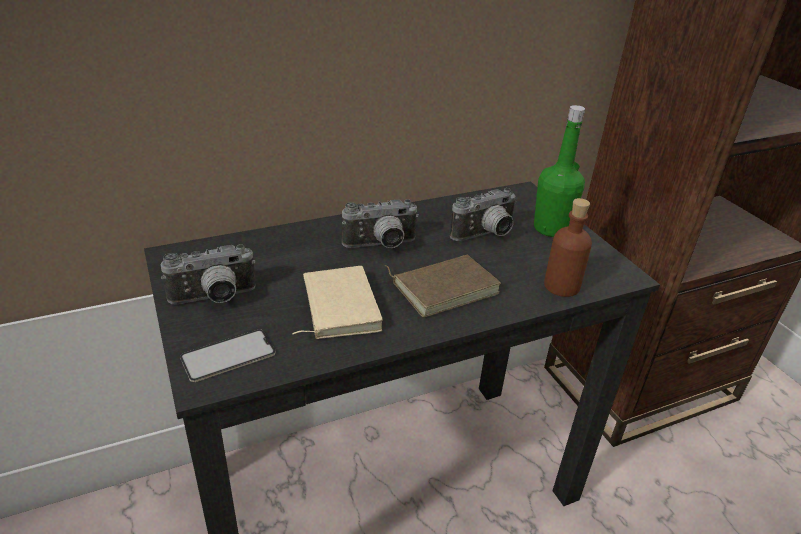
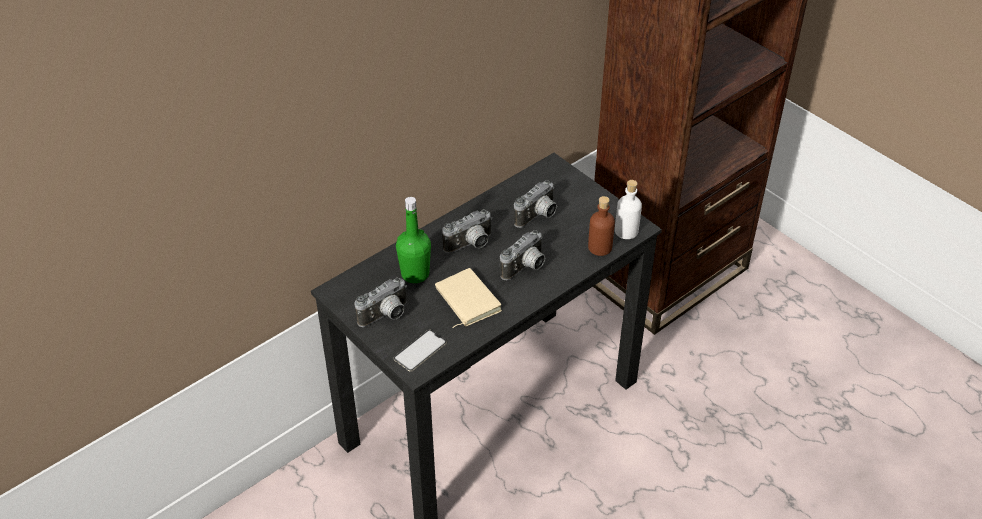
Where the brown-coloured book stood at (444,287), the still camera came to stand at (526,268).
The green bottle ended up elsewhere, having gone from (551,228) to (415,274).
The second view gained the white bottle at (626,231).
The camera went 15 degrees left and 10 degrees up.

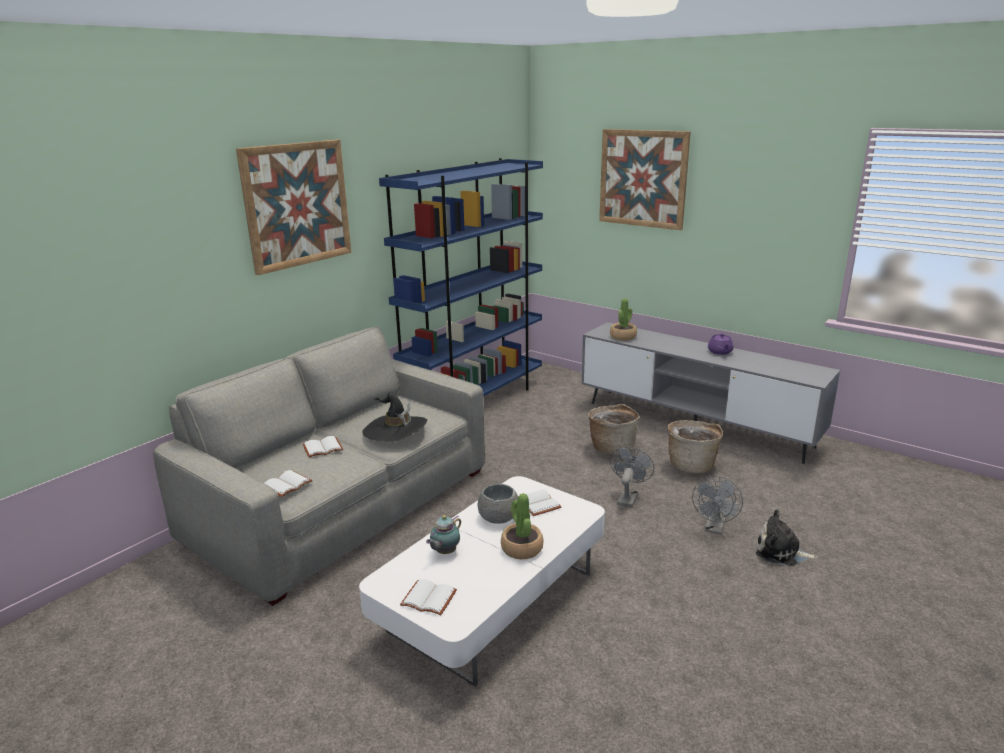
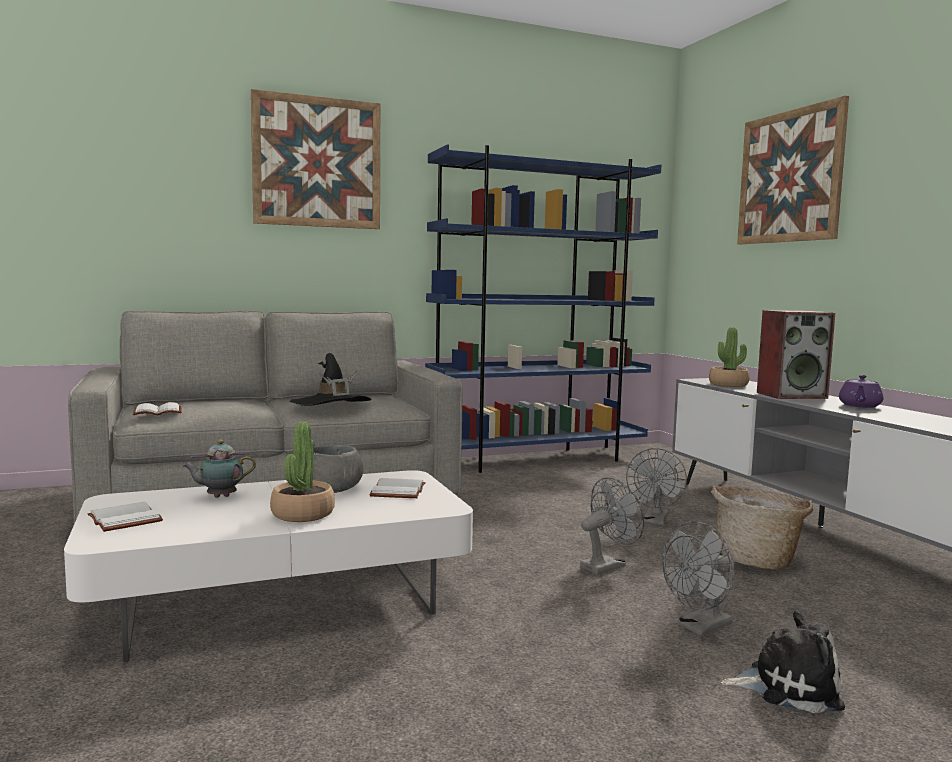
The second view lost the white book at (322,449).
Where the basket stood at (612,447), the grey cooling fan came to stand at (655,521).
The soft toy at (780,552) ended up facing another way, 135 degrees clockwise from before.
The second view gained the audio speaker at (791,395).
The camera went 30 degrees right and 15 degrees down.

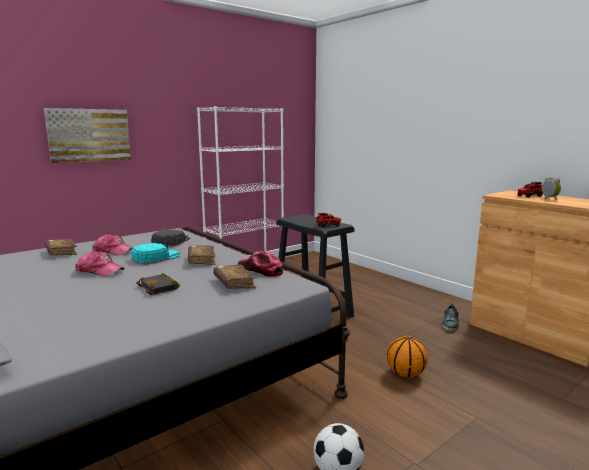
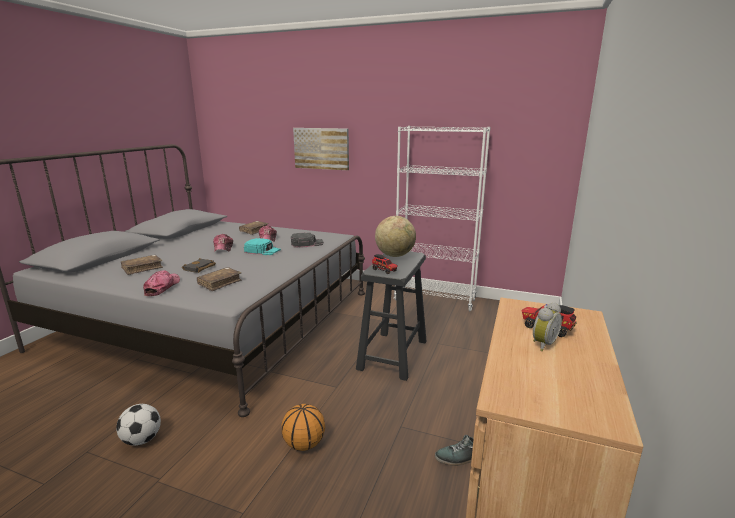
The brown-coloured book ended up elsewhere, having gone from (201,260) to (142,268).
The baseball cap ended up elsewhere, having gone from (260,270) to (162,287).
The second view gained the globe at (395,255).
The camera went 60 degrees right and 5 degrees up.

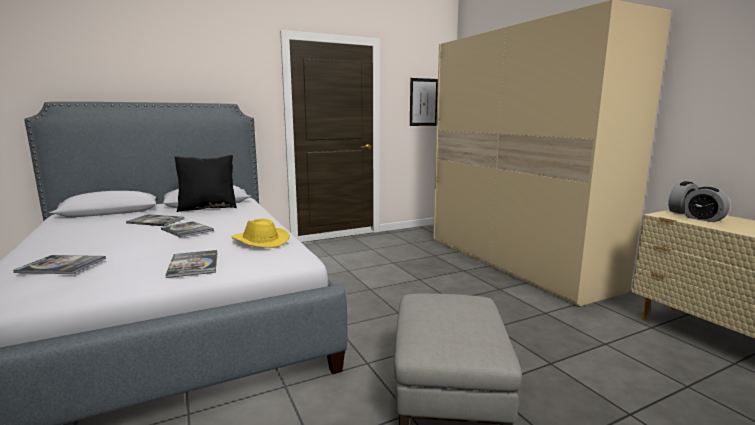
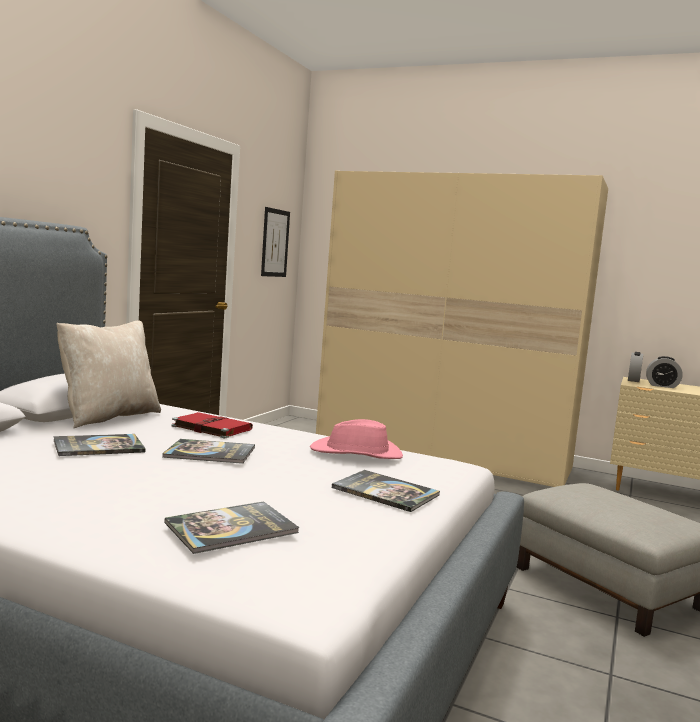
What was the black-coloured throw pillow at (208,208) turned into the beige-coloured throw pillow at (108,417).
What was the yellowish wearable hat at (259,241) turned into the pink wearable hat at (357,453).
The second view gained the red book at (210,428).
The camera went 40 degrees left and 5 degrees down.

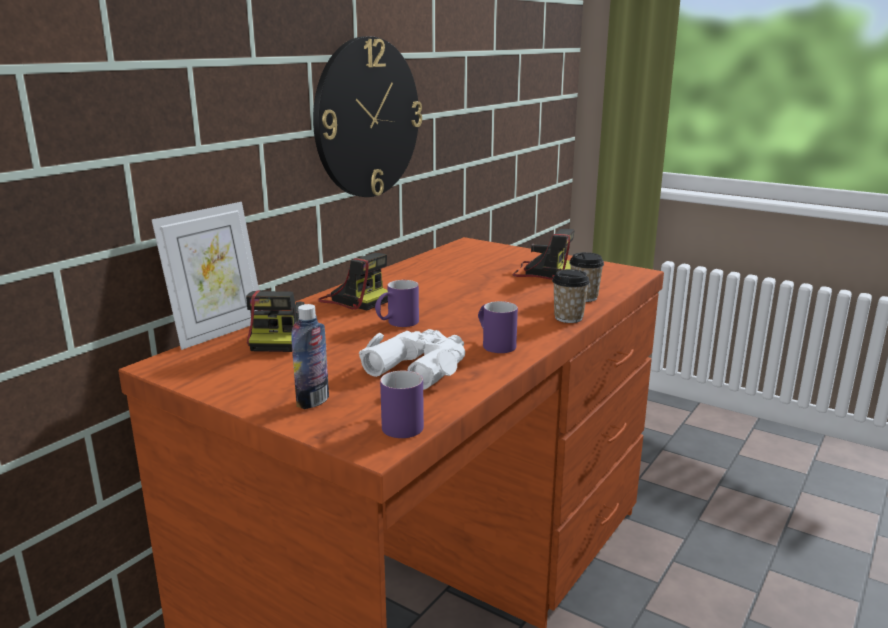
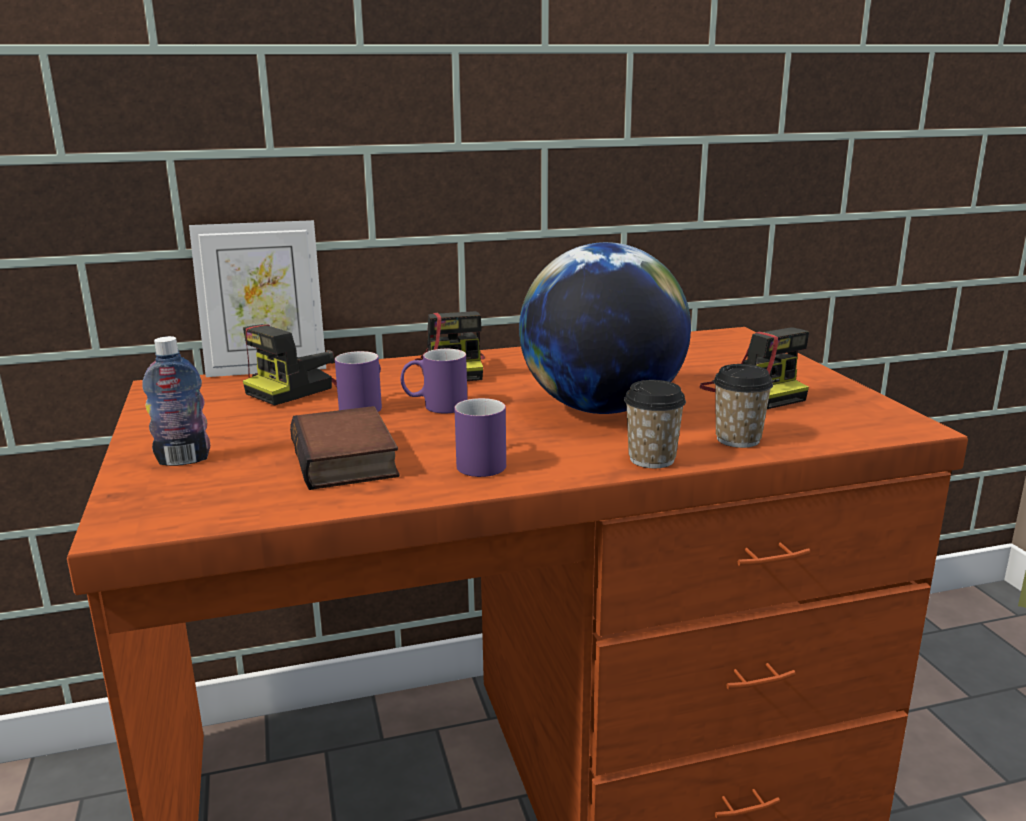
The second view lost the wall clock at (367,118).
Where the white pair of binoculars stood at (419,366), the book came to stand at (348,460).
The purple coffee mug ended up elsewhere, having gone from (398,423) to (365,405).
The second view gained the globe at (601,408).
The camera went 40 degrees right and 0 degrees up.

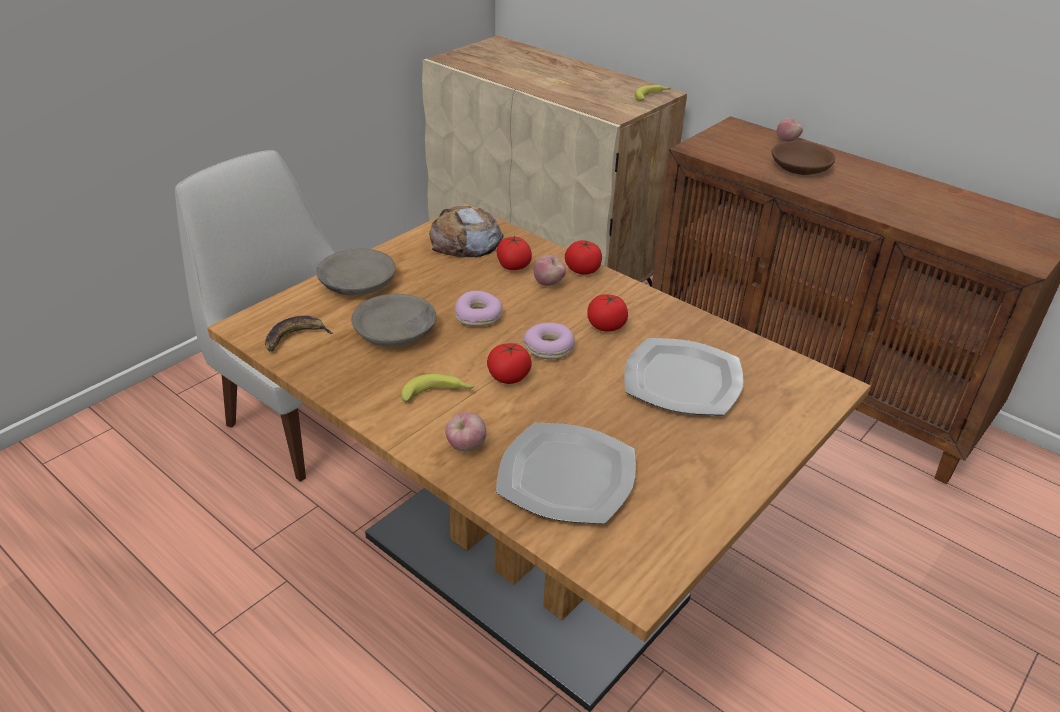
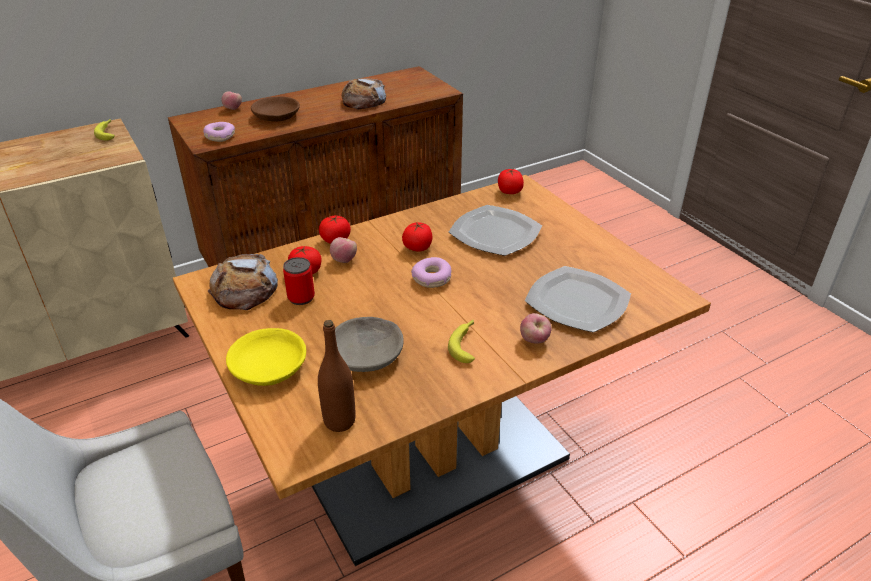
Where the banana fruit stood at (295,338), the brown-coloured bottle came to stand at (339,421).
What was the grey serving bowl at (356,283) turned into the yellowish serving bowl at (268,368).
The doughnut ended up elsewhere, having gone from (478,316) to (220,136).
The tomato ended up elsewhere, having gone from (509,377) to (509,191).
The second view gained the sealed can at (301,297).
The second view gained the bakery bread at (363,100).
The camera went 70 degrees left and 0 degrees up.

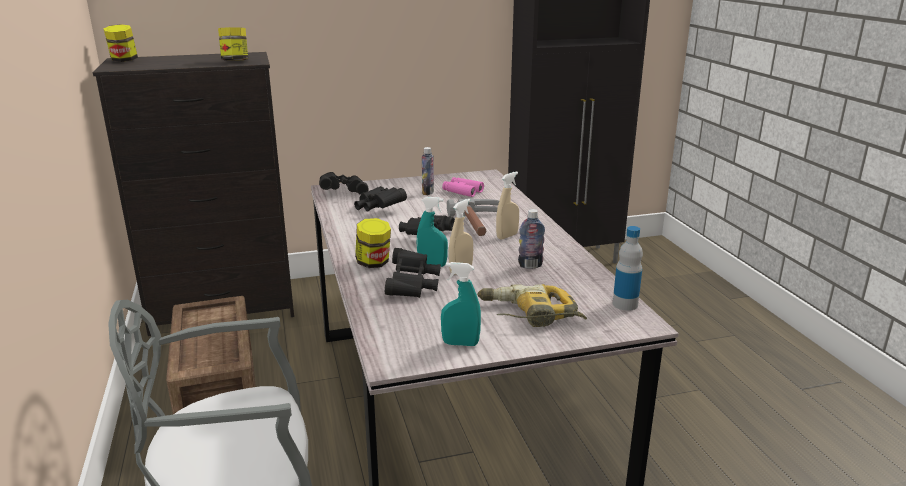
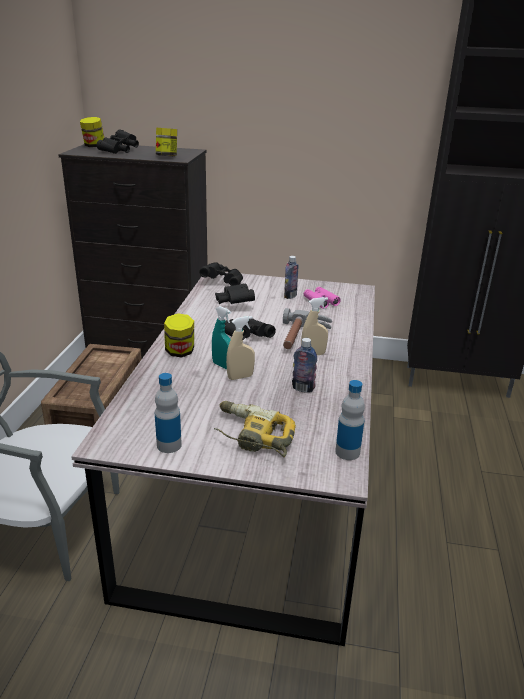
The black-coloured pair of binoculars ended up elsewhere, having gone from (412,286) to (120,151).
Where the turquoise-coloured sprayer stood at (460,343), the bottle came to stand at (169,445).
The camera went 25 degrees right and 5 degrees up.

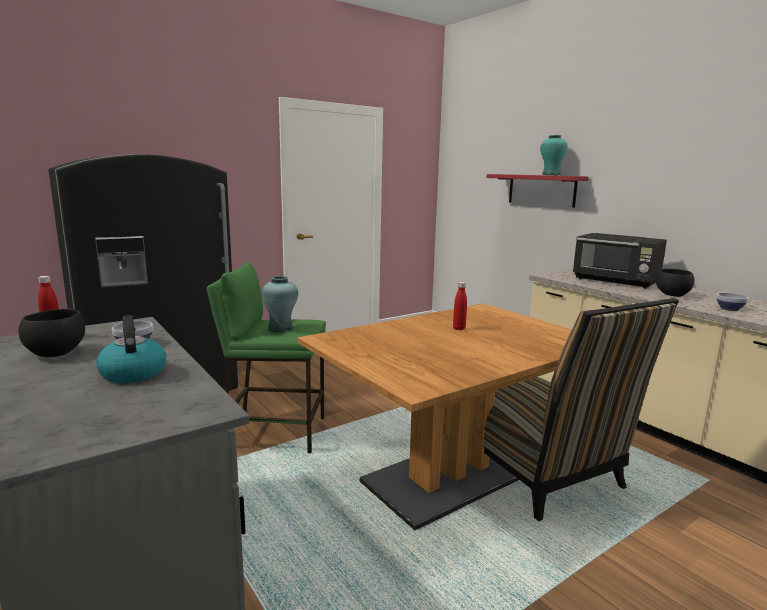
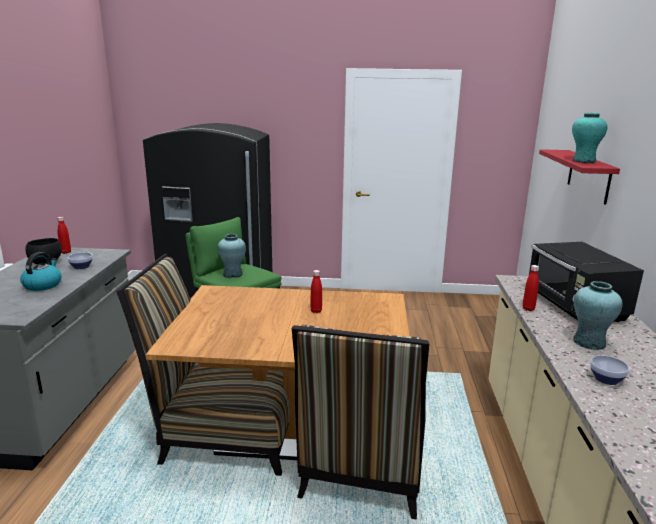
Where the black-coloured serving bowl stood at (673,295), the turquoise-coloured flower vase came to stand at (589,342).
The second view gained the upright chair at (223,433).
The second view gained the red bottle at (528,308).
The camera went 40 degrees right and 5 degrees up.

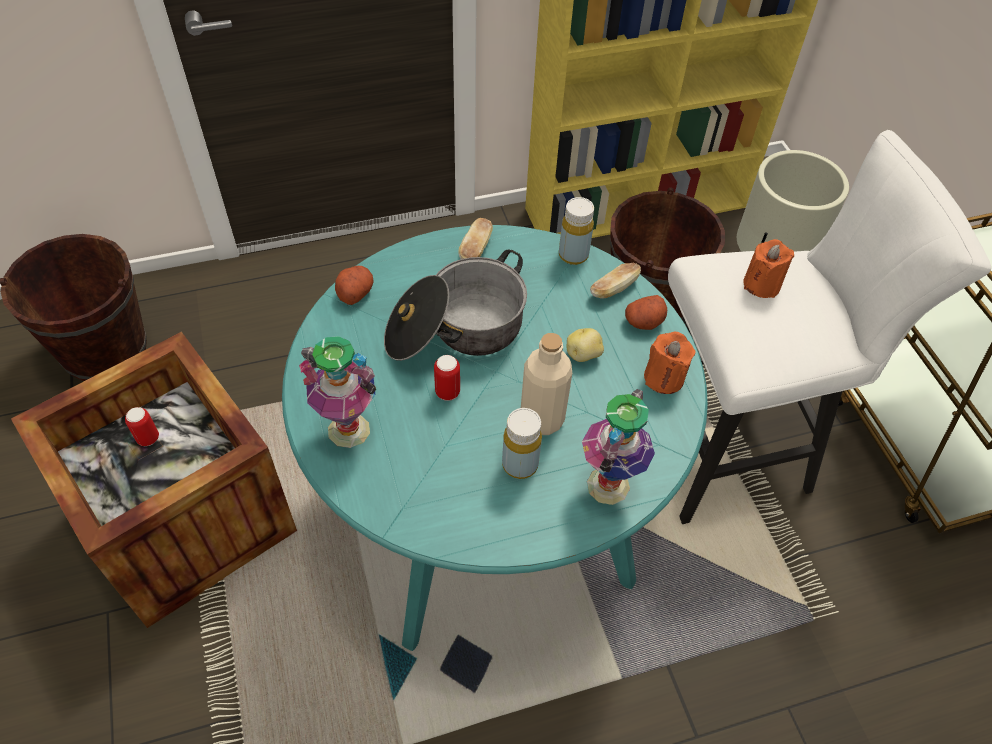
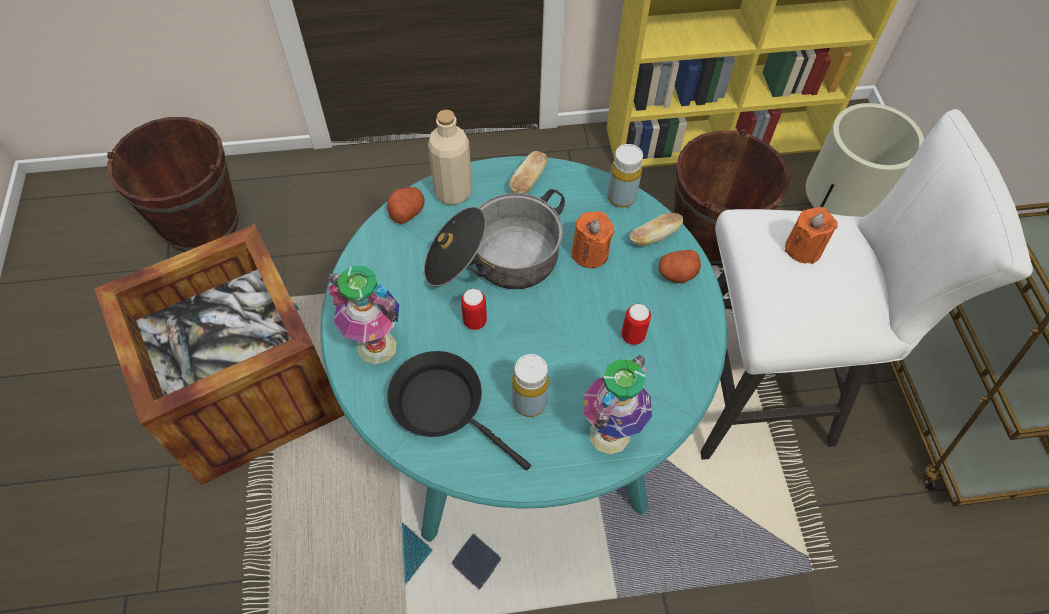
The sealed can ended up elsewhere, having gone from (148,438) to (633,336).
The beige-coloured bottle ended up elsewhere, having gone from (542,419) to (453,192).
The second view lost the potato at (584,355).
The orange-coloured wax light ended up elsewhere, having gone from (664,378) to (590,253).
The second view gained the black-coloured skillet at (444,406).
The camera went 10 degrees right and 5 degrees up.

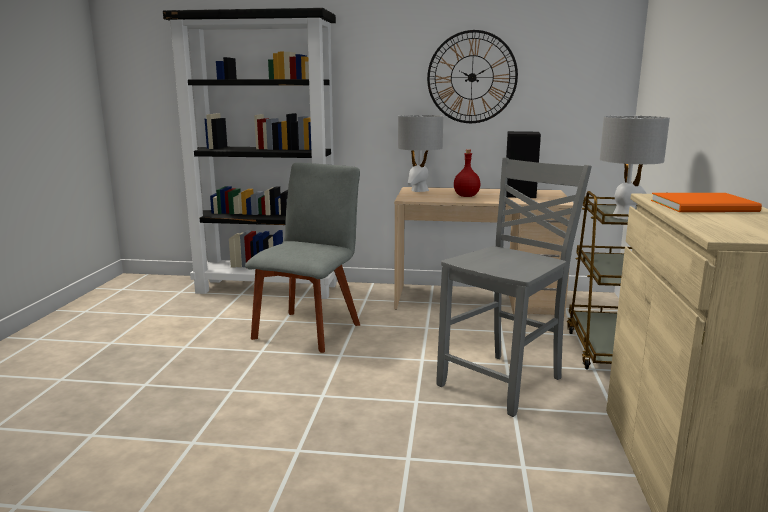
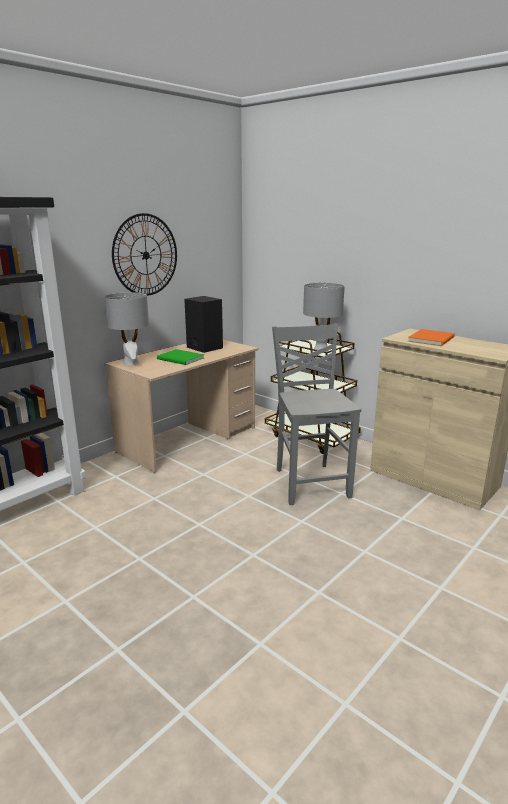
The second view lost the grey upright chair at (309,329).
Where the red bottle stood at (466,196), the green book came to stand at (181,359).
The camera went 55 degrees left and 5 degrees up.

